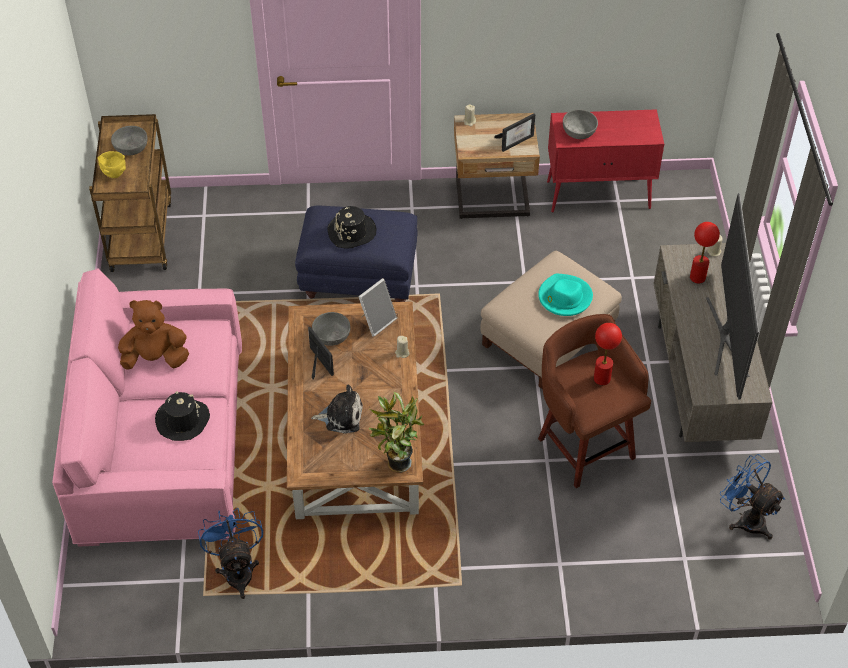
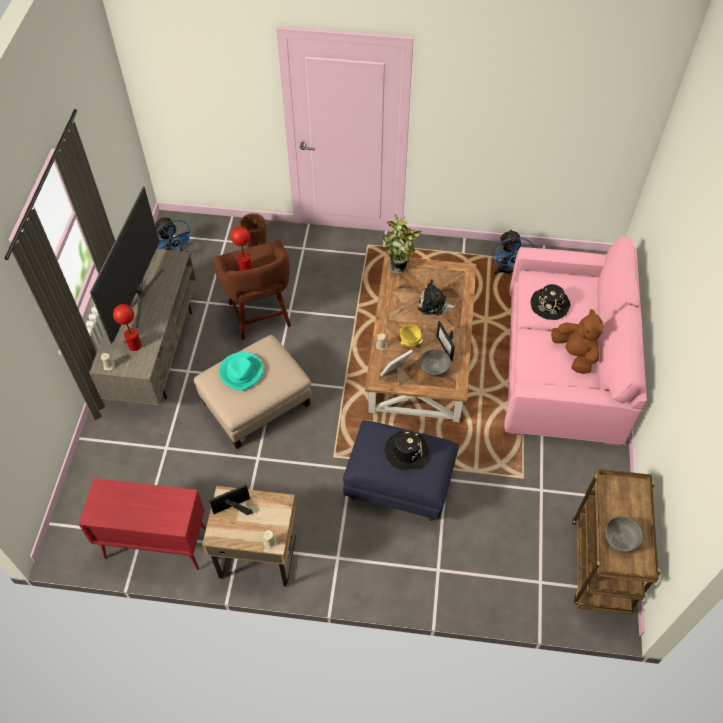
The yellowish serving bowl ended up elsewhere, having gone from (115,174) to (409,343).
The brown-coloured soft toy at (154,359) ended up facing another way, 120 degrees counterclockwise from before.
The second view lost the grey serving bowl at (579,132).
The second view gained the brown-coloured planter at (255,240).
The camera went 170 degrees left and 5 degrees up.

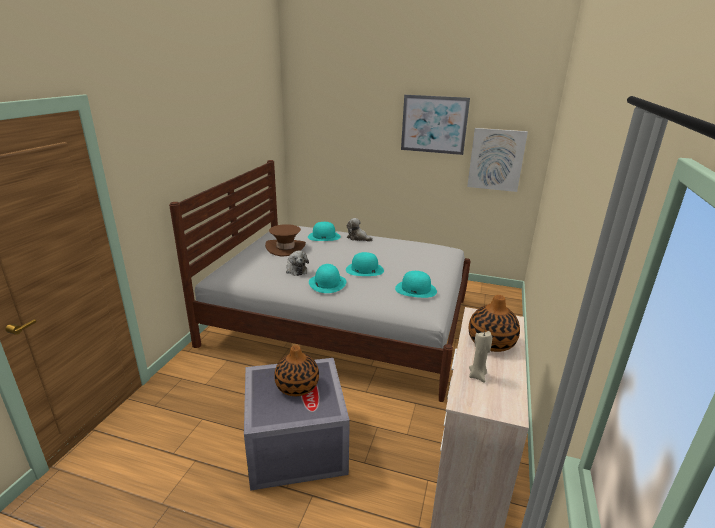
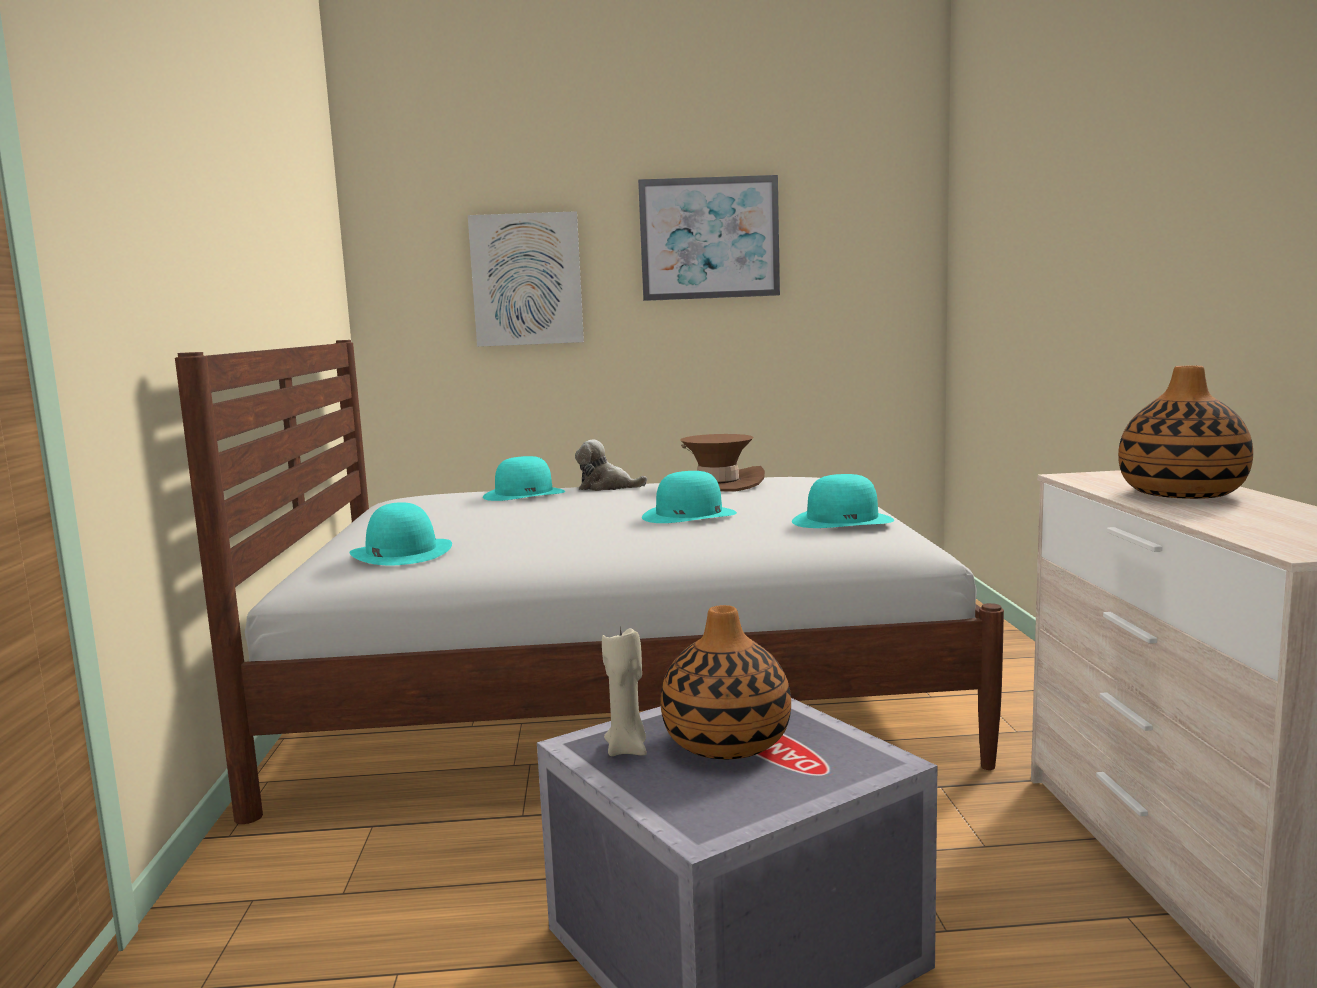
The brown-coloured wearable hat ended up elsewhere, having gone from (285,248) to (718,484).
The second view lost the soft toy at (295,270).
The turquoise-coloured wearable hat ended up elsewhere, having gone from (327,283) to (401,552).
The wall picture ended up elsewhere, having gone from (496,159) to (527,279).
The beige-coloured wax light ended up elsewhere, having gone from (477,375) to (627,749).
The camera went 20 degrees left and 15 degrees down.

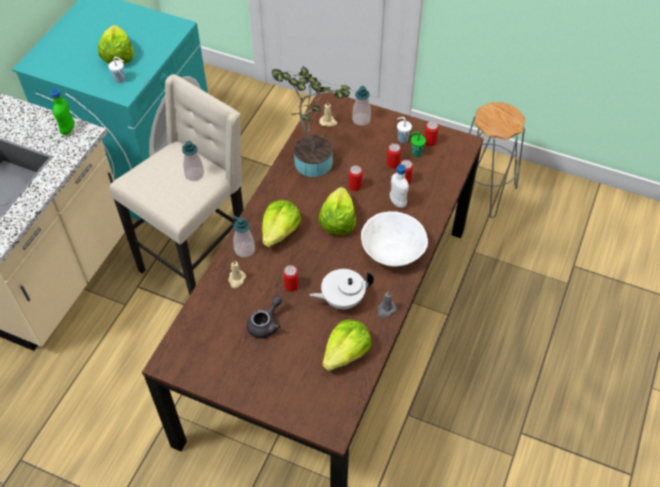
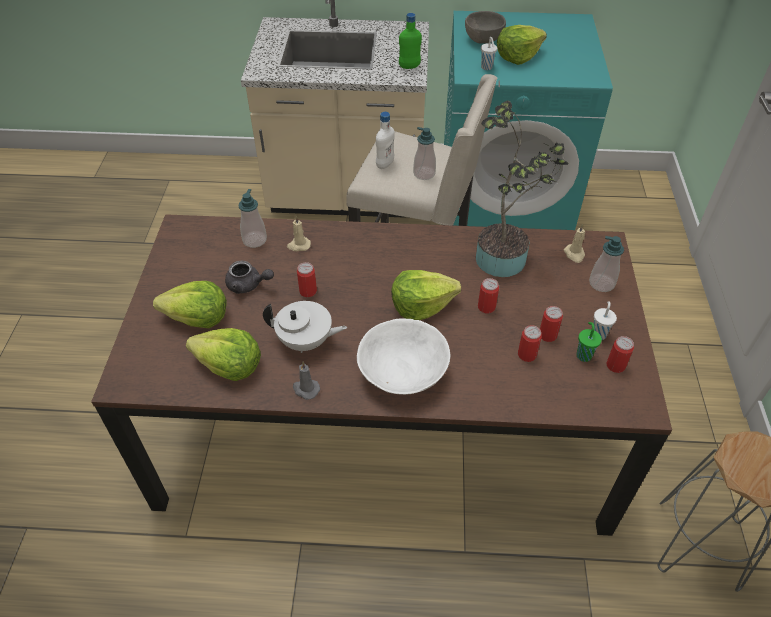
The liquid soap bottle ended up elsewhere, having gone from (244,249) to (254,240).
The lettuce head ended up elsewhere, having gone from (280,232) to (197,318).
The white pot for tea at (342,299) ended up facing another way, 135 degrees clockwise from before.
The white bottle ended up elsewhere, having gone from (397,202) to (385,164).
The second view gained the grey serving bowl at (482,40).
The camera went 70 degrees right and 5 degrees down.

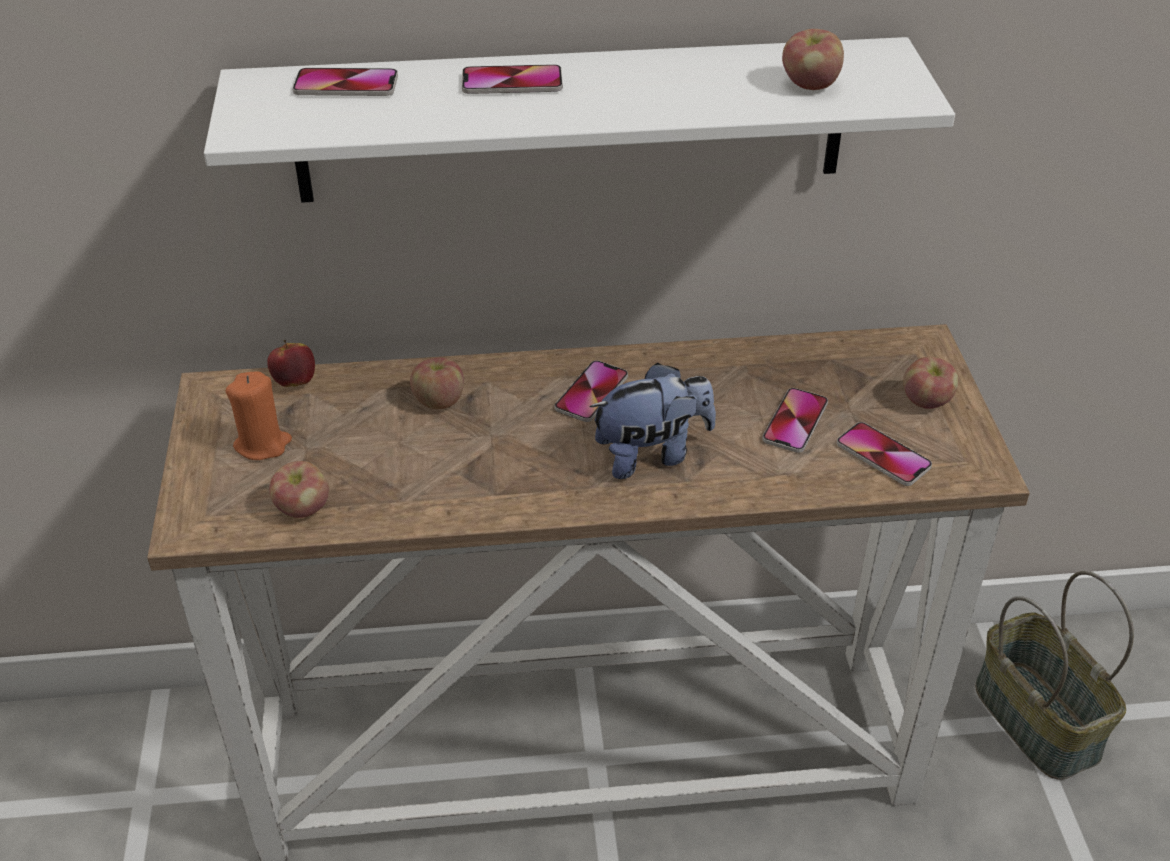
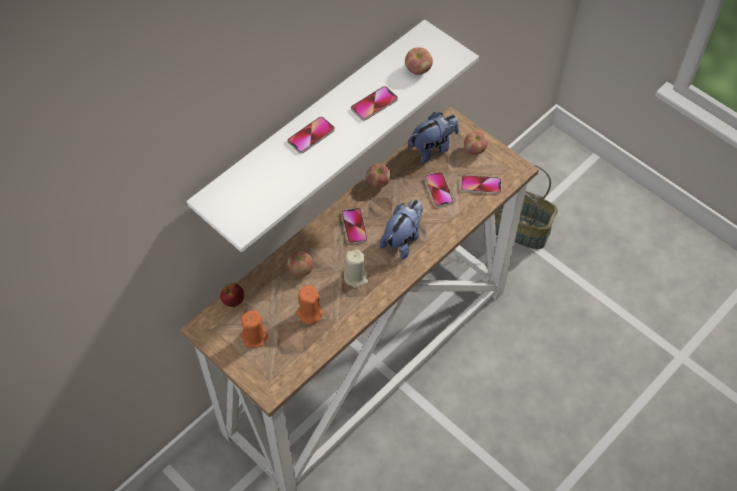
The apple fruit ended up elsewhere, having gone from (303,509) to (378,182).
The phone ended up elsewhere, having gone from (346,85) to (374,104).
The second view gained the orange-coloured wax light at (309,313).
The second view gained the beige-coloured wax light at (355,277).
The second view gained the soft toy at (433,148).
The camera went 40 degrees left and 15 degrees up.

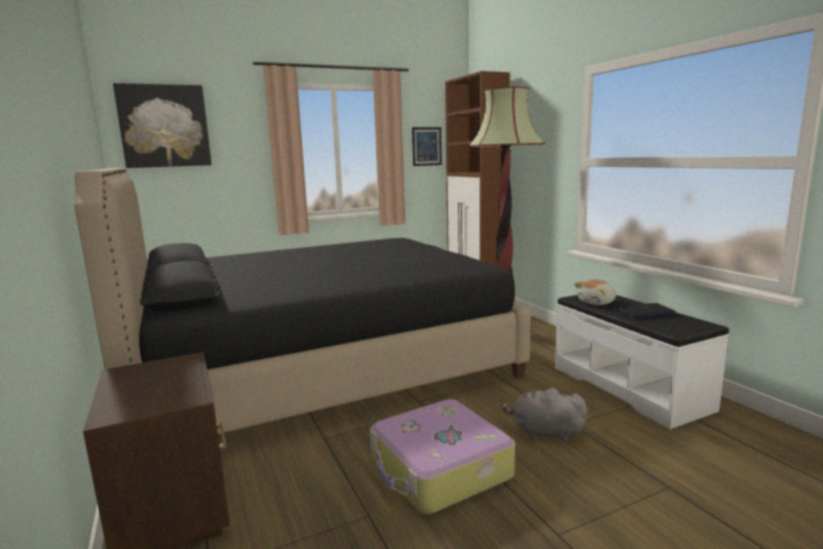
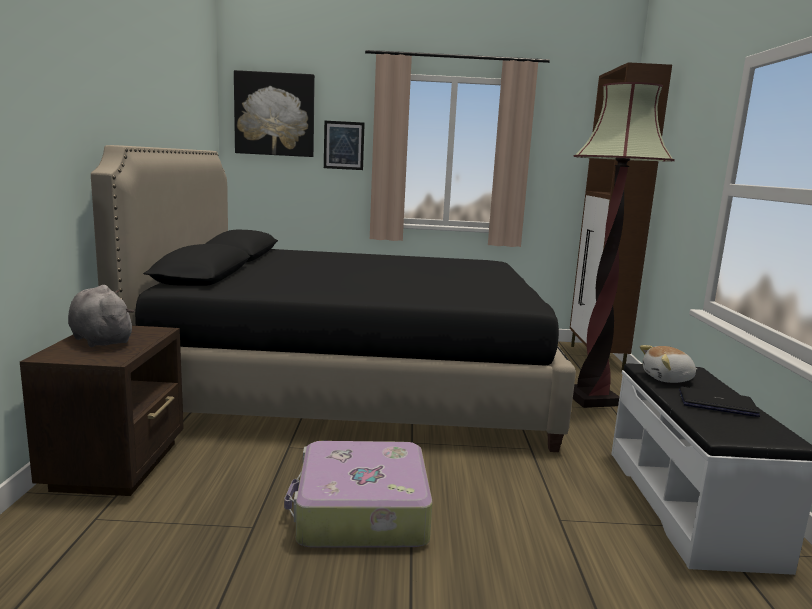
The wall picture ended up elsewhere, having gone from (426,146) to (343,145).
The grey soft toy ended up elsewhere, having gone from (544,432) to (100,340).
The camera went 25 degrees right and 0 degrees up.

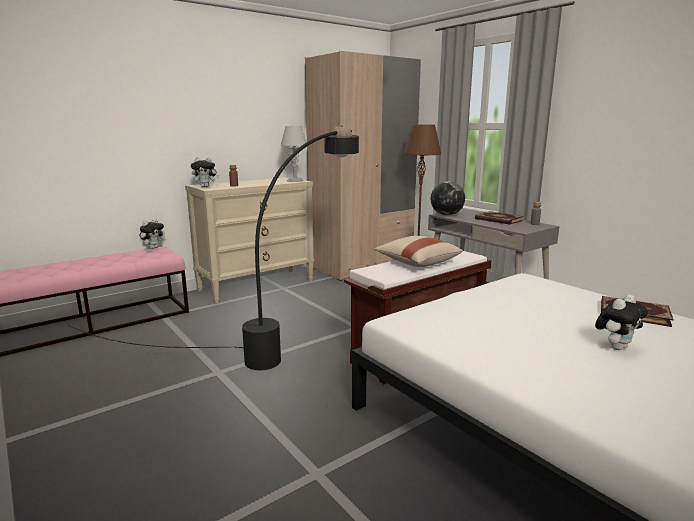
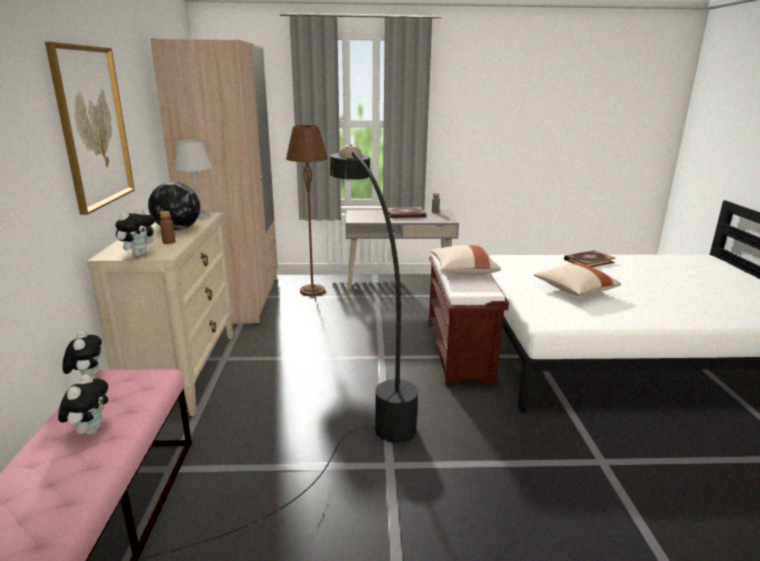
The globe ended up elsewhere, having gone from (446,215) to (177,229).
The soft toy ended up elsewhere, having gone from (616,347) to (90,430).
The second view gained the wall picture at (93,127).
The second view gained the beige-coloured throw pillow at (574,291).
The camera went 55 degrees left and 5 degrees up.

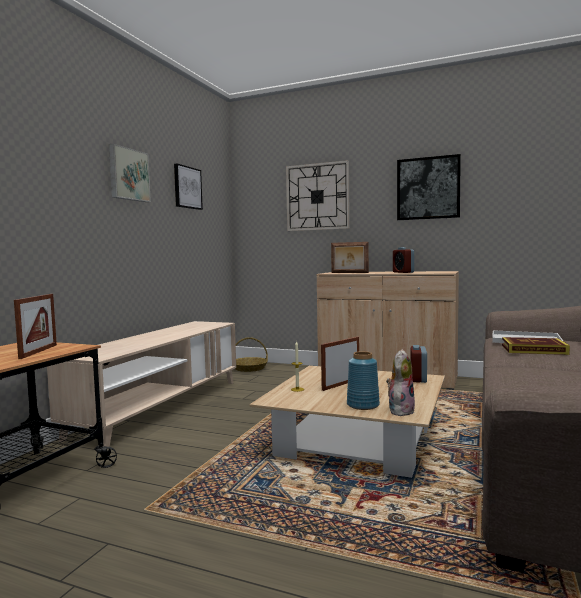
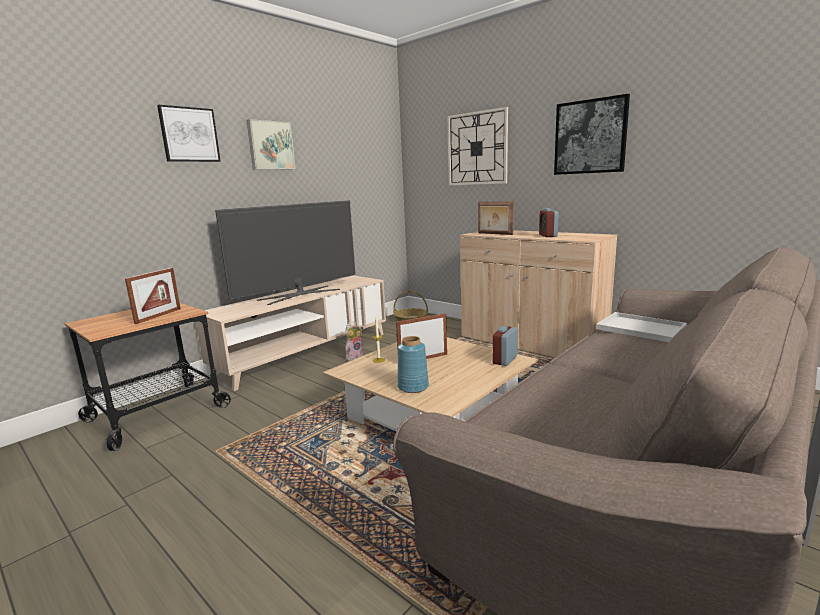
The wall picture ended up elsewhere, having gone from (187,187) to (189,135).
The soft toy ended up elsewhere, having gone from (400,410) to (354,357).
The second view lost the book at (534,350).
The second view gained the TV at (299,294).
The camera went 20 degrees right and 10 degrees up.

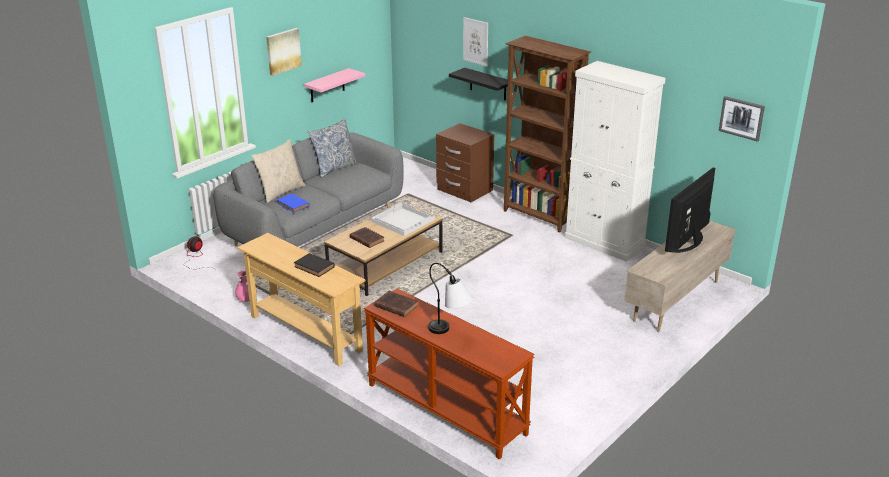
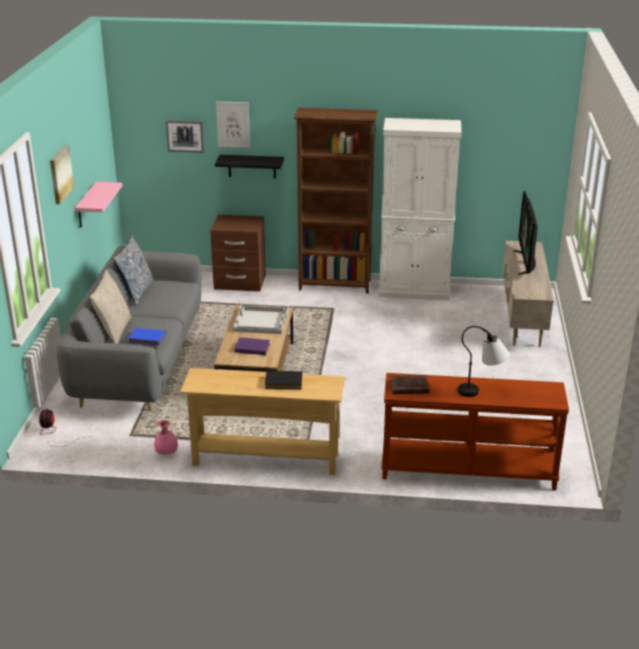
What was the brown-coloured book at (366,239) turned into the purple book at (251,348).
The wall picture ended up elsewhere, having gone from (741,118) to (185,136).
The camera went 35 degrees left and 0 degrees up.

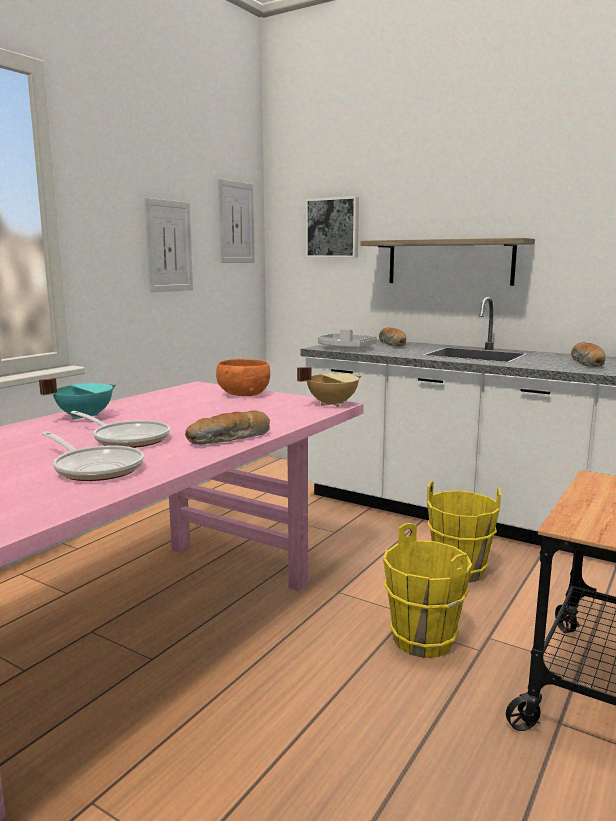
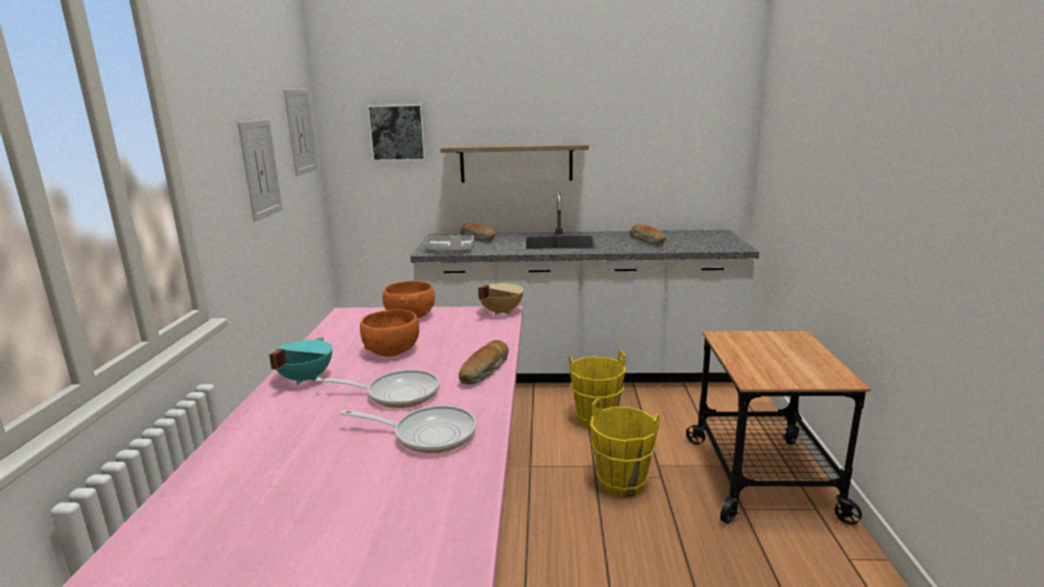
The second view gained the orange-coloured serving bowl at (392,351).
The camera went 30 degrees left and 5 degrees up.

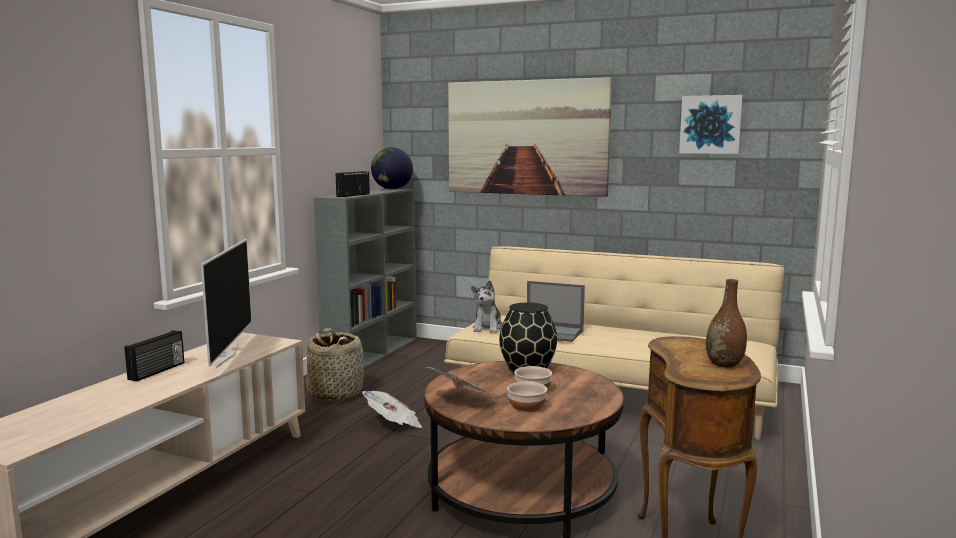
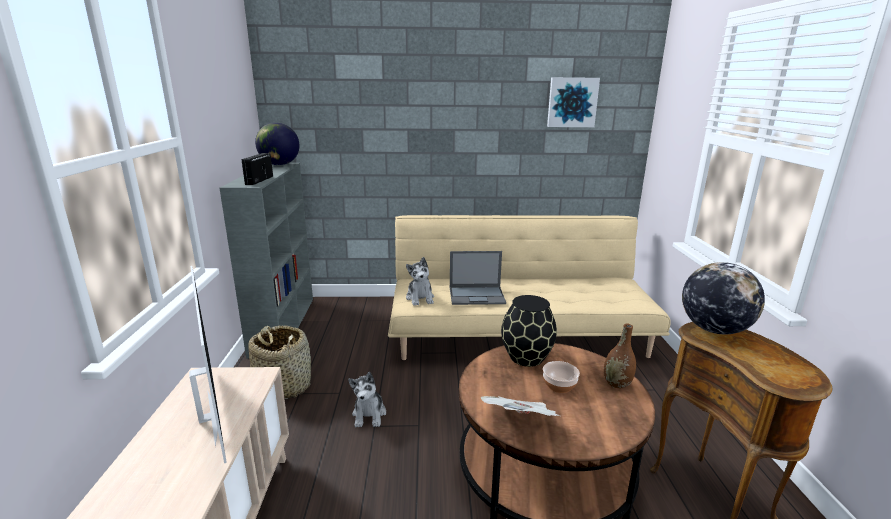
The second view lost the radio set at (158,371).
Where the newspaper stood at (393,424), the soft toy came to stand at (369,414).
The second view lost the wall picture at (526,137).
The second view lost the serving bowl at (527,406).
The brown-coloured flower vase ended up elsewhere, having gone from (724,364) to (617,383).
The second view gained the globe at (714,329).
The camera went 25 degrees left and 10 degrees up.

